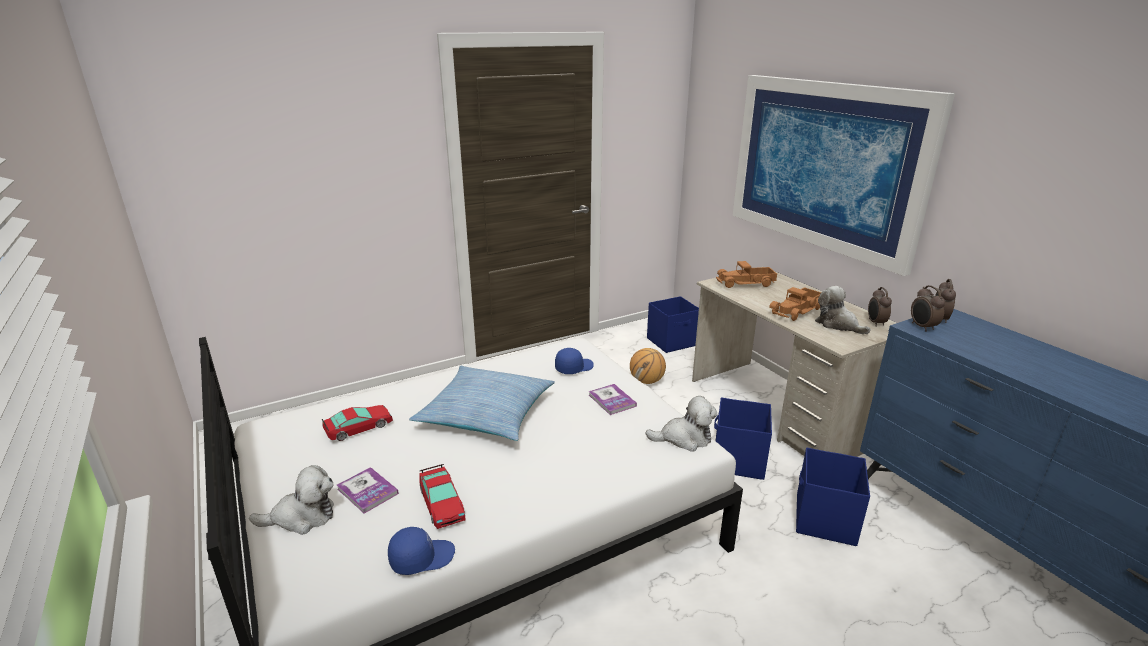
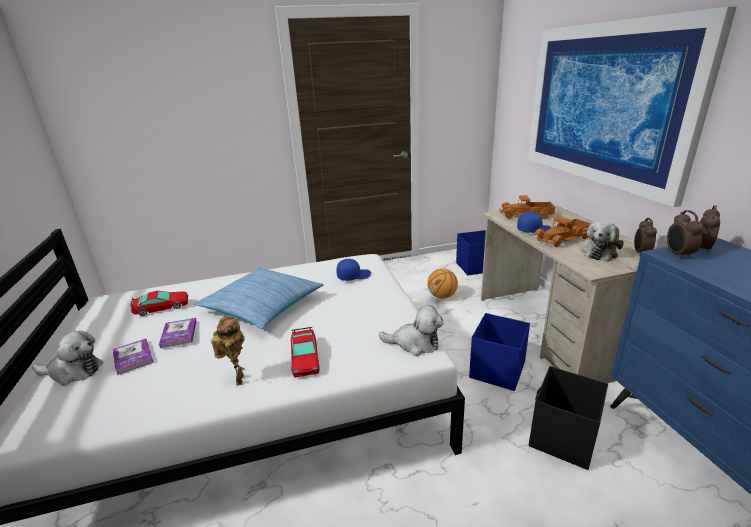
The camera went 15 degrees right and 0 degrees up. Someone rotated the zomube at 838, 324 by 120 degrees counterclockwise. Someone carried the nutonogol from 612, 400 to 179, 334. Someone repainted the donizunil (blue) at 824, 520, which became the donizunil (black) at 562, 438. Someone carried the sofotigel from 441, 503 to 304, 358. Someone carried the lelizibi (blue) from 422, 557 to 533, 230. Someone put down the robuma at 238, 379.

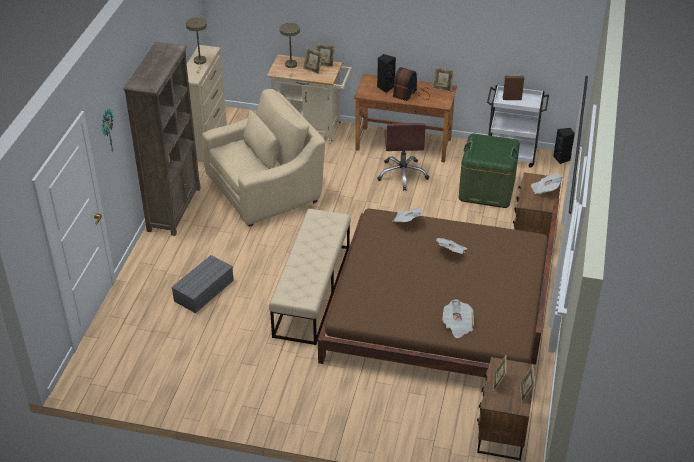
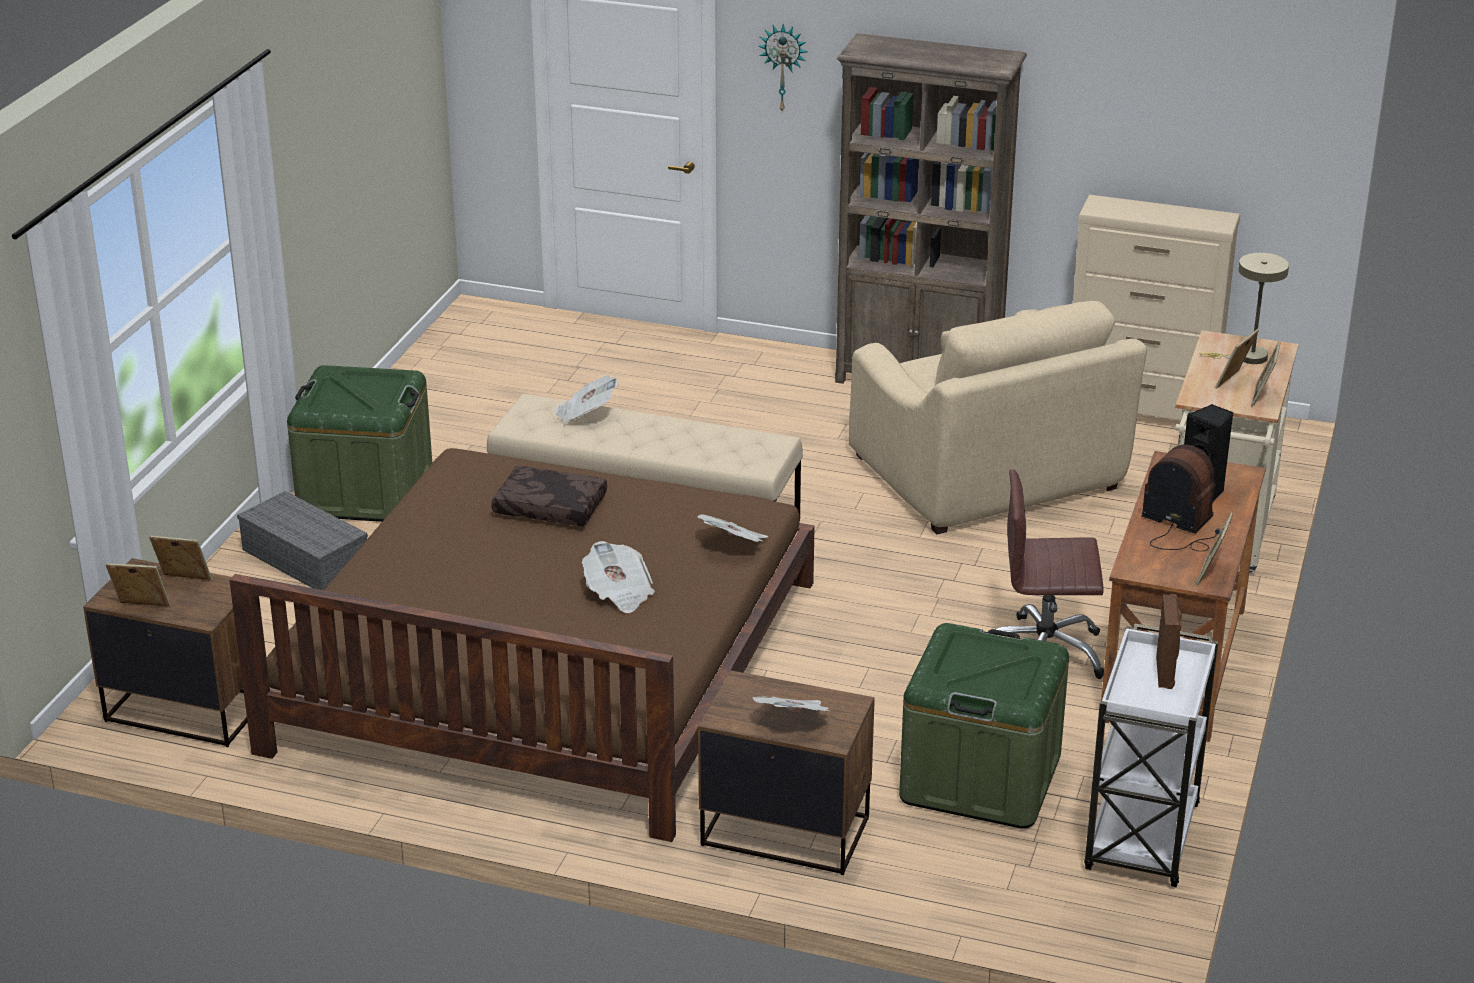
The camera went 95 degrees right and 10 degrees down. Someone took away the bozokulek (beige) at 200, 62. Someone took away the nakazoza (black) at 562, 159. Someone carried the donizunil (grey) from 204, 290 to 308, 559. Someone carried the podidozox from 457, 325 to 585, 414. Someone put down the donizunil (green) at 365, 492. Someone put down the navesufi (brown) at 548, 508.

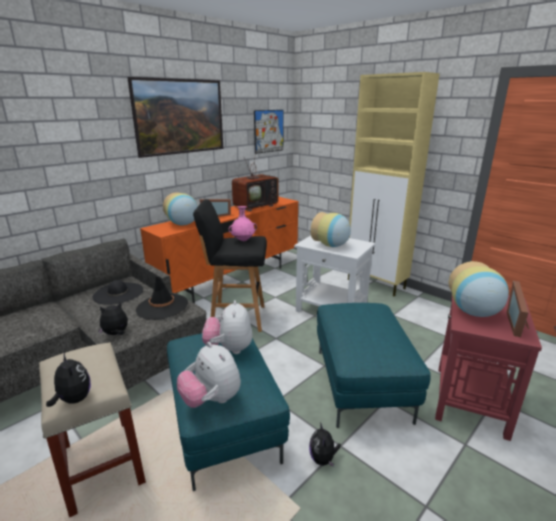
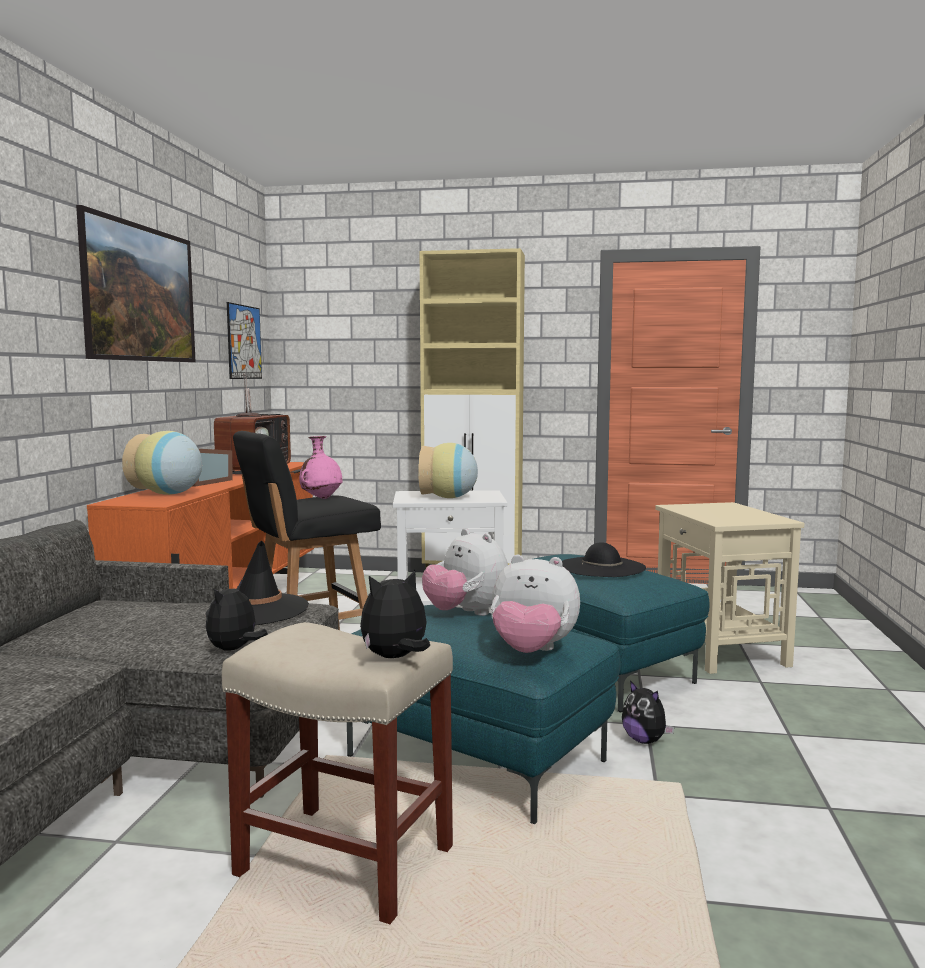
The camera went 35 degrees left and 15 degrees down. Someone took away the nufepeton at 473, 312. Someone carried the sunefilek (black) from 118, 293 to 602, 567. Someone took away the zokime at 518, 323. Someone repainted the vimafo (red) at 469, 399, which became the vimafo (beige) at 719, 650. Someone rotated the zomube at 73, 399 by 45 degrees counterclockwise.

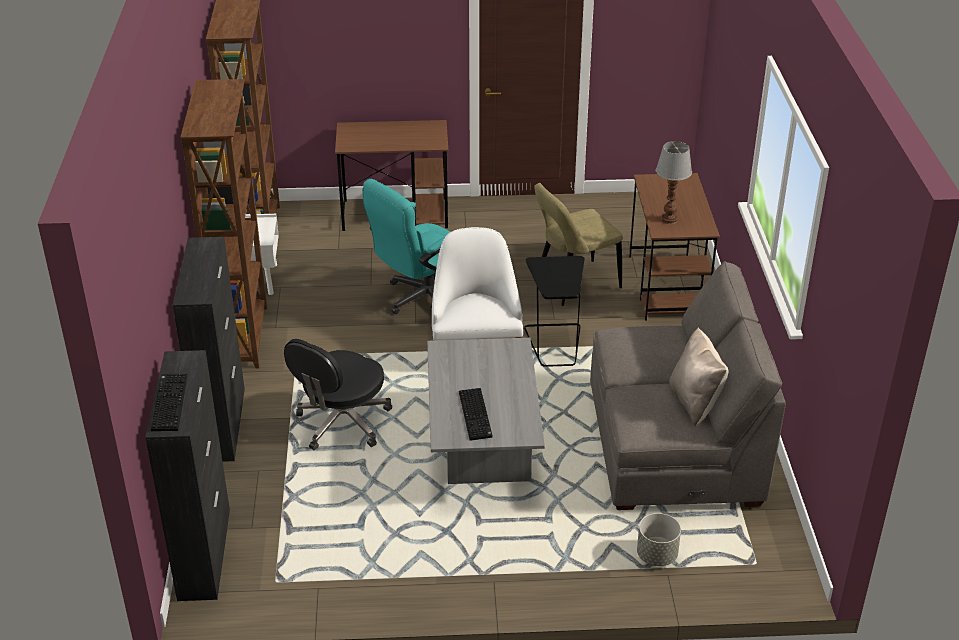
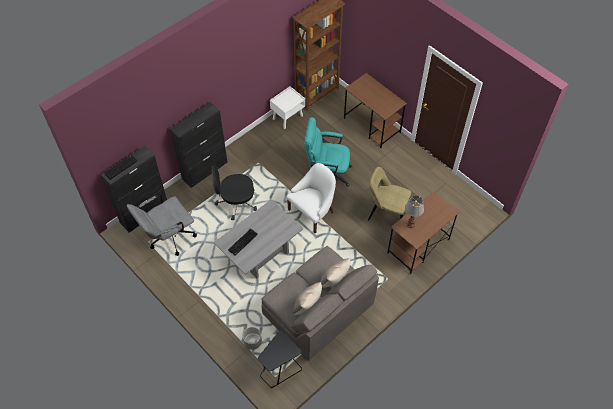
The camera went 50 degrees right and 20 degrees up. Someone took away the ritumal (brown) at 243, 337. Someone carried the vimafo (black) from 554, 344 to 280, 369. Someone put down the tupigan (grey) at 168, 238. Someone put down the navesufi (beige) at 334, 280.

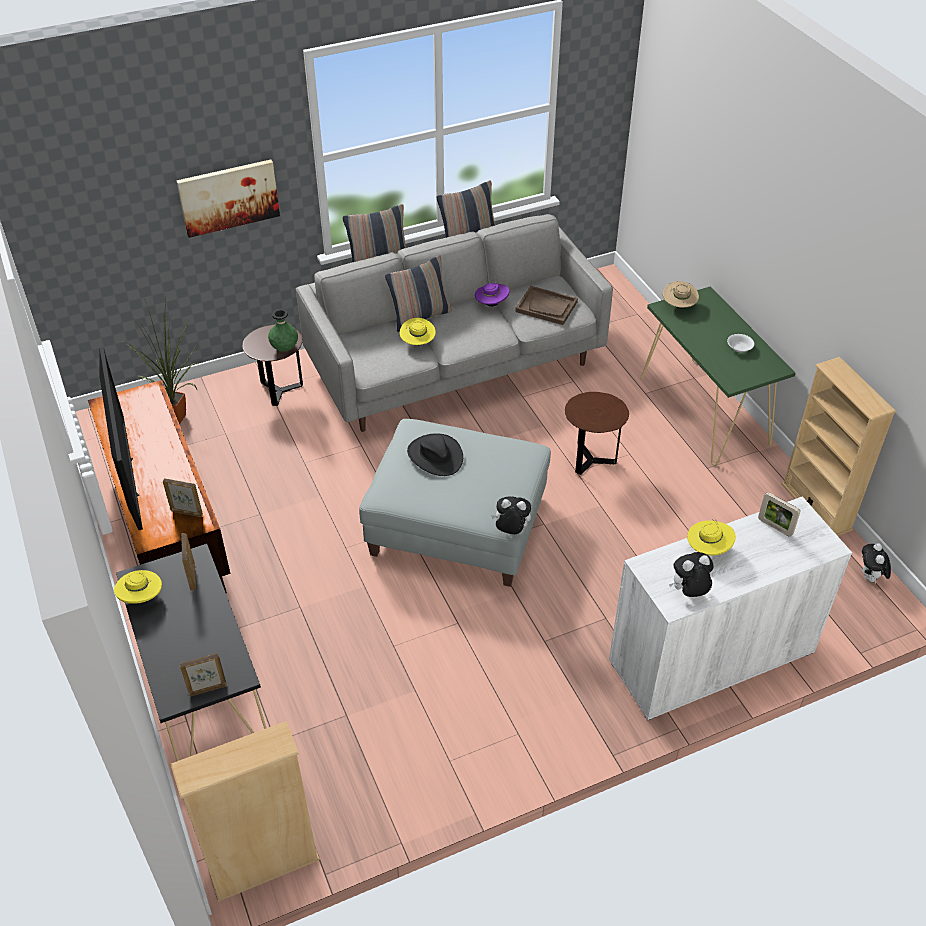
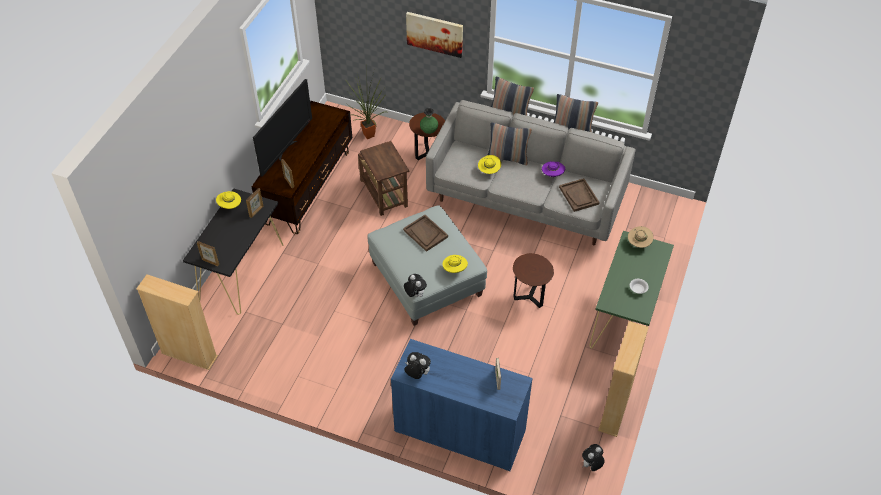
The camera went 45 degrees right and 5 degrees up. Someone swapped the sunefilek (black) at 435, 456 for the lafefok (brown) at 425, 233. Someone repainted the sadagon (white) at 711, 657, which became the sadagon (blue) at 460, 431. Someone carried the sunefilek (yellow) from 708, 548 to 455, 269. Someone put down the vimafo (brown) at 384, 194.

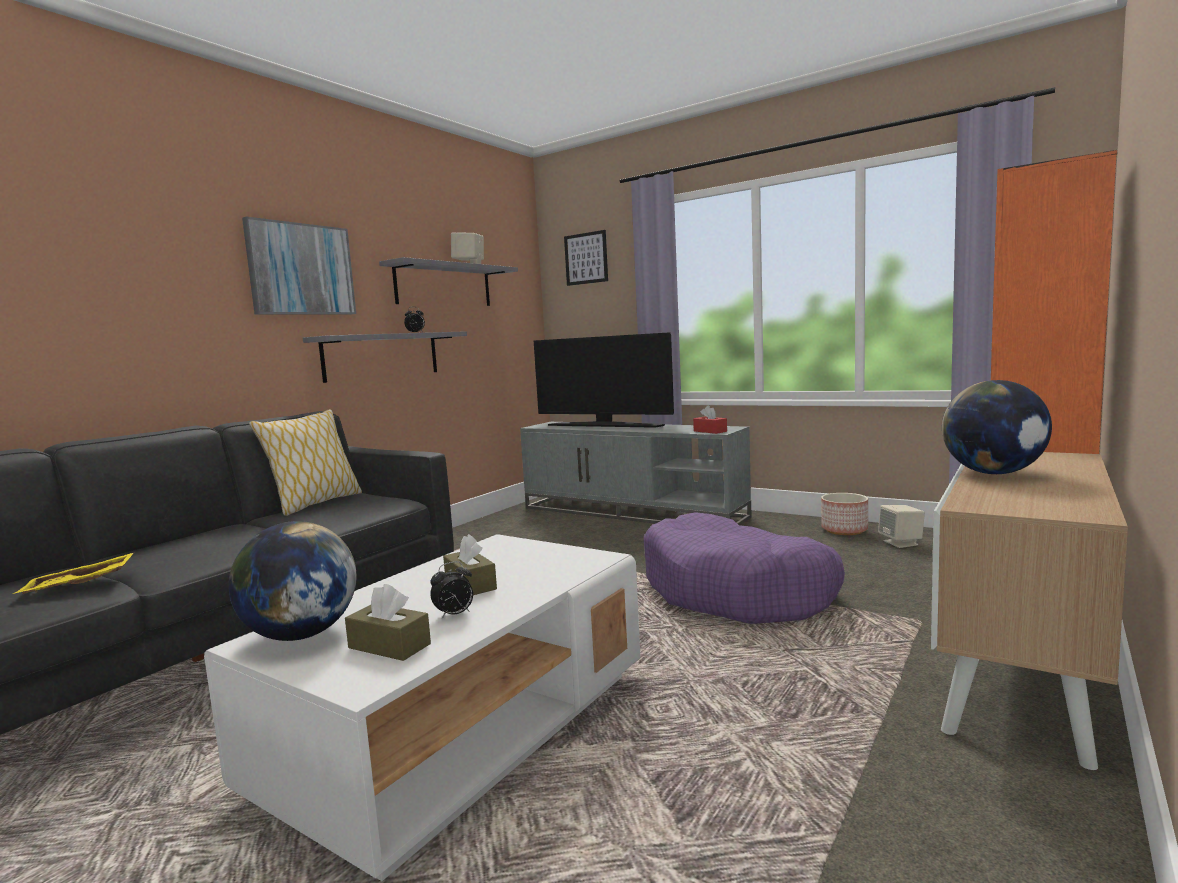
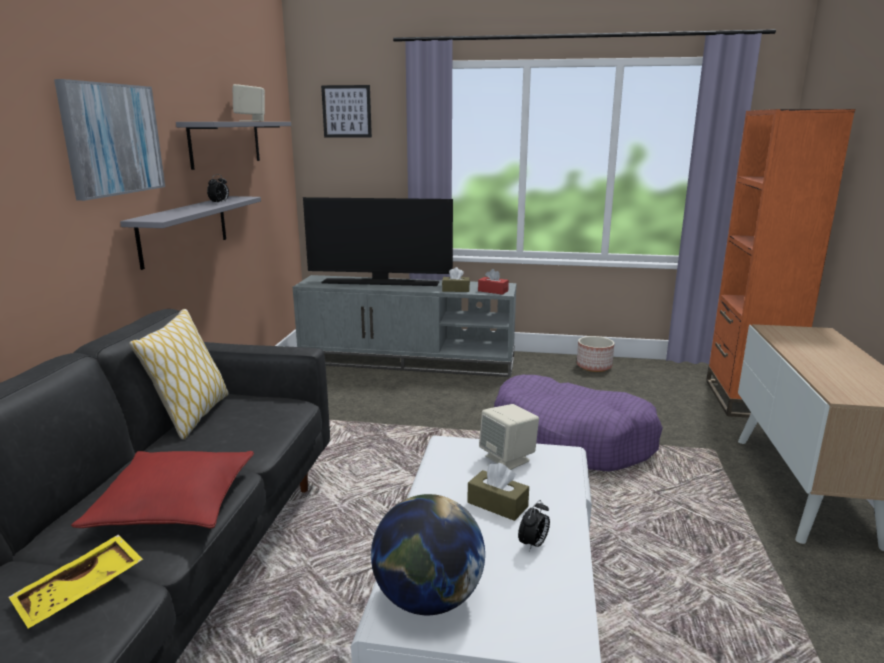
The camera went 25 degrees left and 10 degrees up. Someone took away the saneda at 993, 473. Someone carried the nakazoza (beige) from 901, 543 to 508, 458. Someone carried the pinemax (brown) from 389, 646 to 456, 290. Someone put down the navesufi (red) at 174, 504.

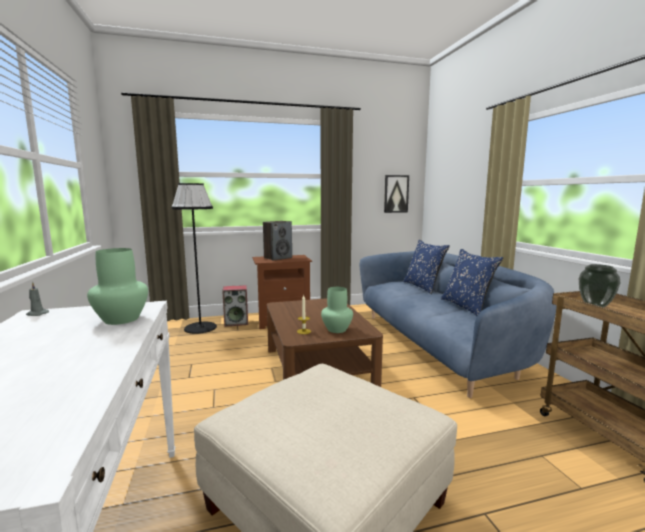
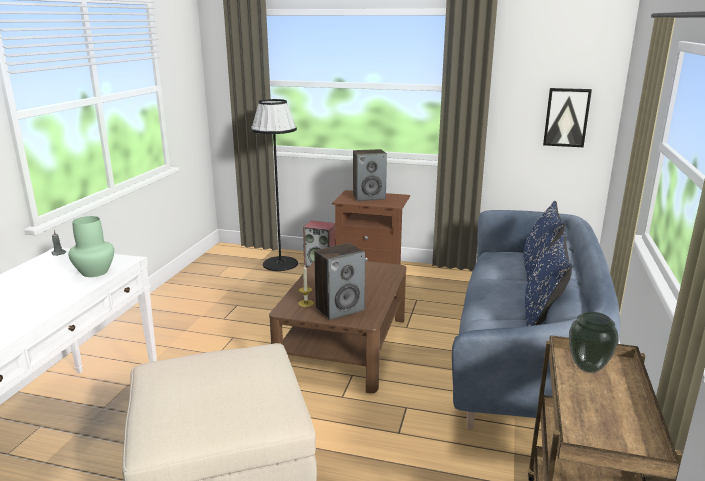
The camera went 30 degrees right and 10 degrees up. Someone swapped the nufepeton (green) at 336, 329 for the nakazoza at 340, 309.

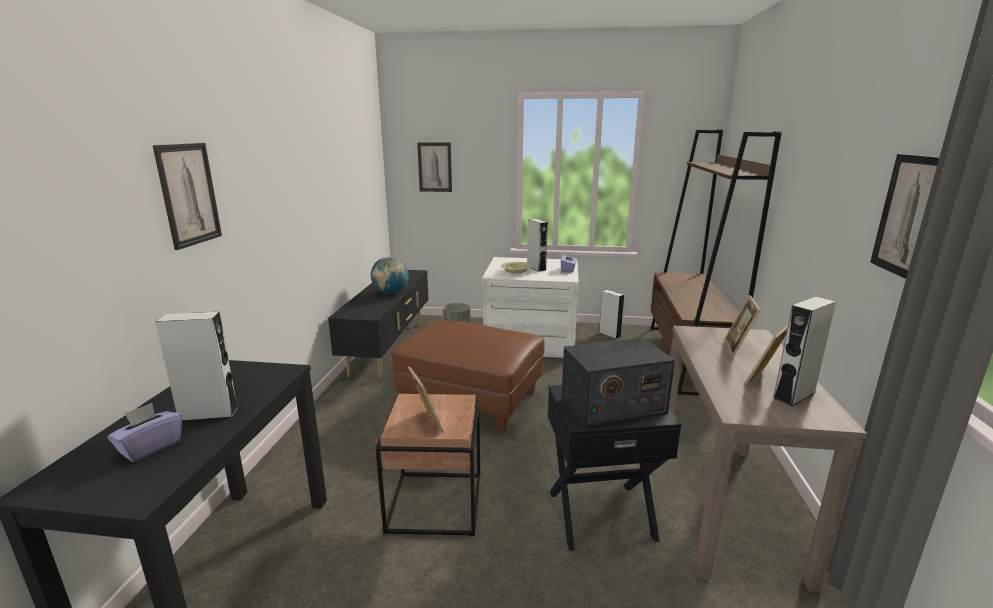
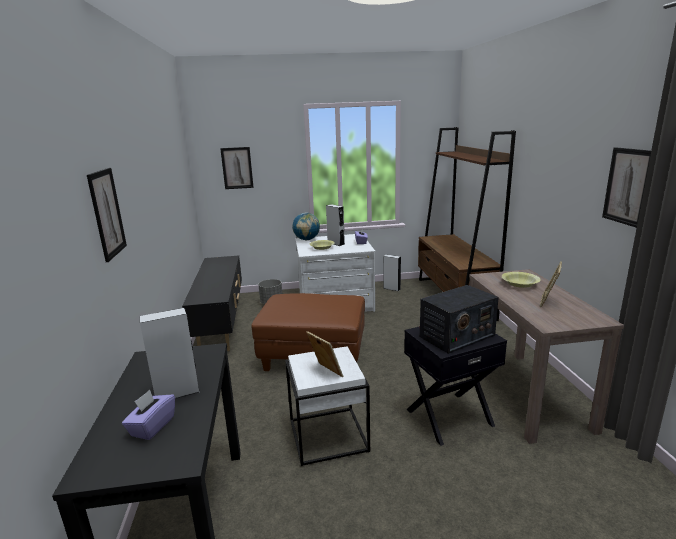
The camera went 15 degrees left and 0 degrees up. Someone carried the saneda from 391, 293 to 307, 239. Someone swapped the zokime at 737, 348 for the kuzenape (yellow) at 520, 284. Someone took away the nakazoza (grey) at 794, 395. Someone repainted the vimafo (brown) at 434, 502, which became the vimafo (white) at 327, 435.

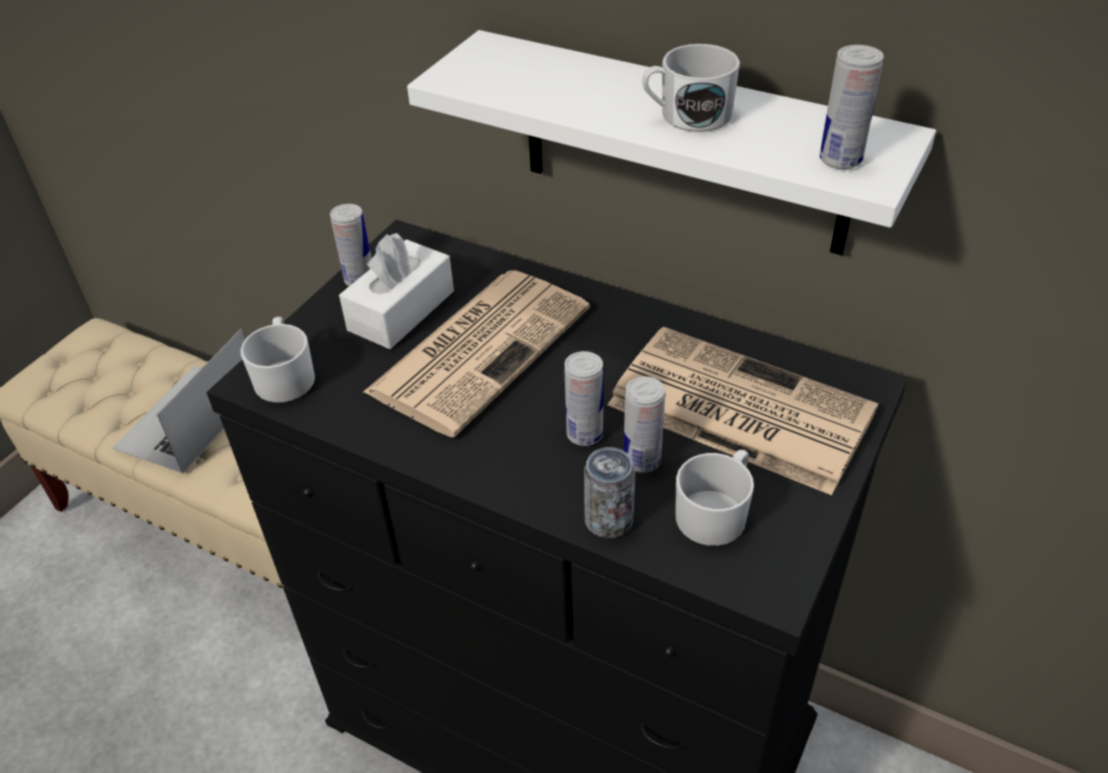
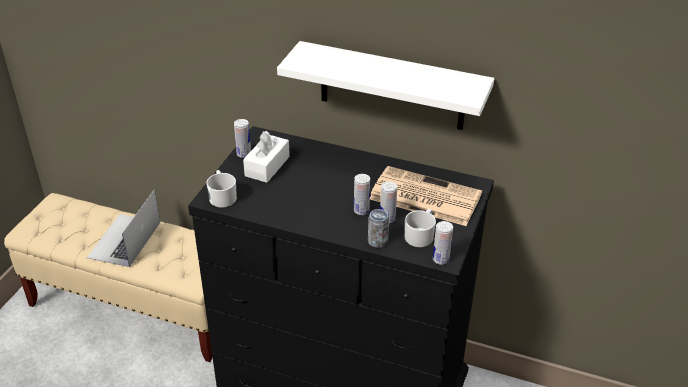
The camera went 10 degrees left and 5 degrees down. Someone took away the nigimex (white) at 687, 115. Someone carried the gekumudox from 840, 160 to 440, 259. Someone took away the podidozox at 481, 348.

